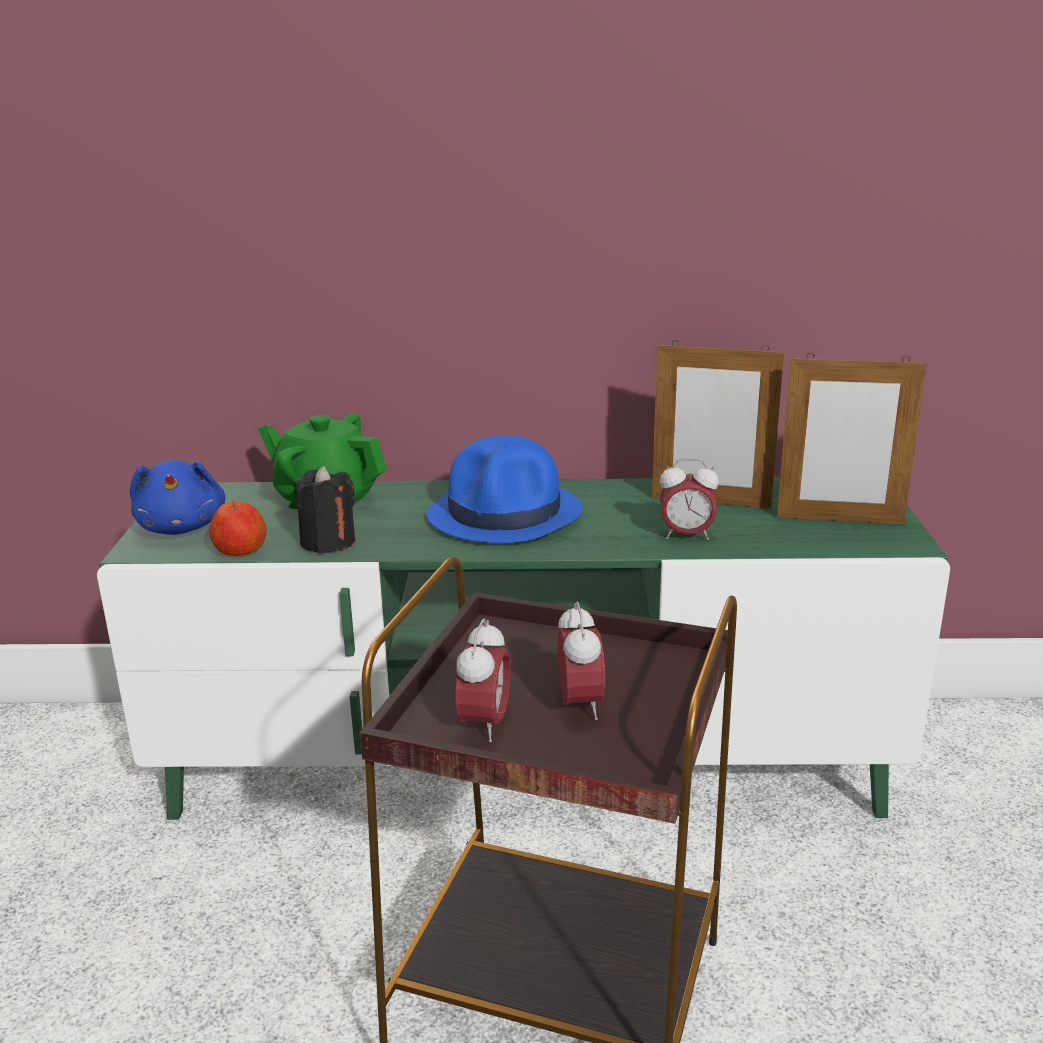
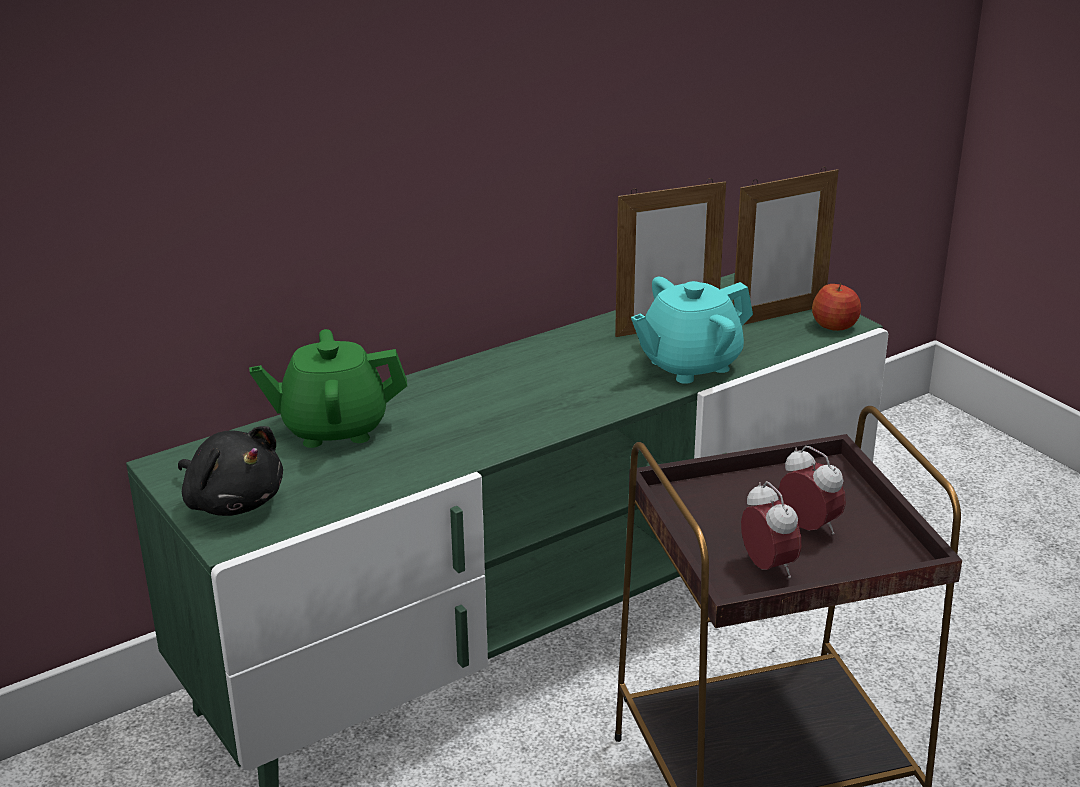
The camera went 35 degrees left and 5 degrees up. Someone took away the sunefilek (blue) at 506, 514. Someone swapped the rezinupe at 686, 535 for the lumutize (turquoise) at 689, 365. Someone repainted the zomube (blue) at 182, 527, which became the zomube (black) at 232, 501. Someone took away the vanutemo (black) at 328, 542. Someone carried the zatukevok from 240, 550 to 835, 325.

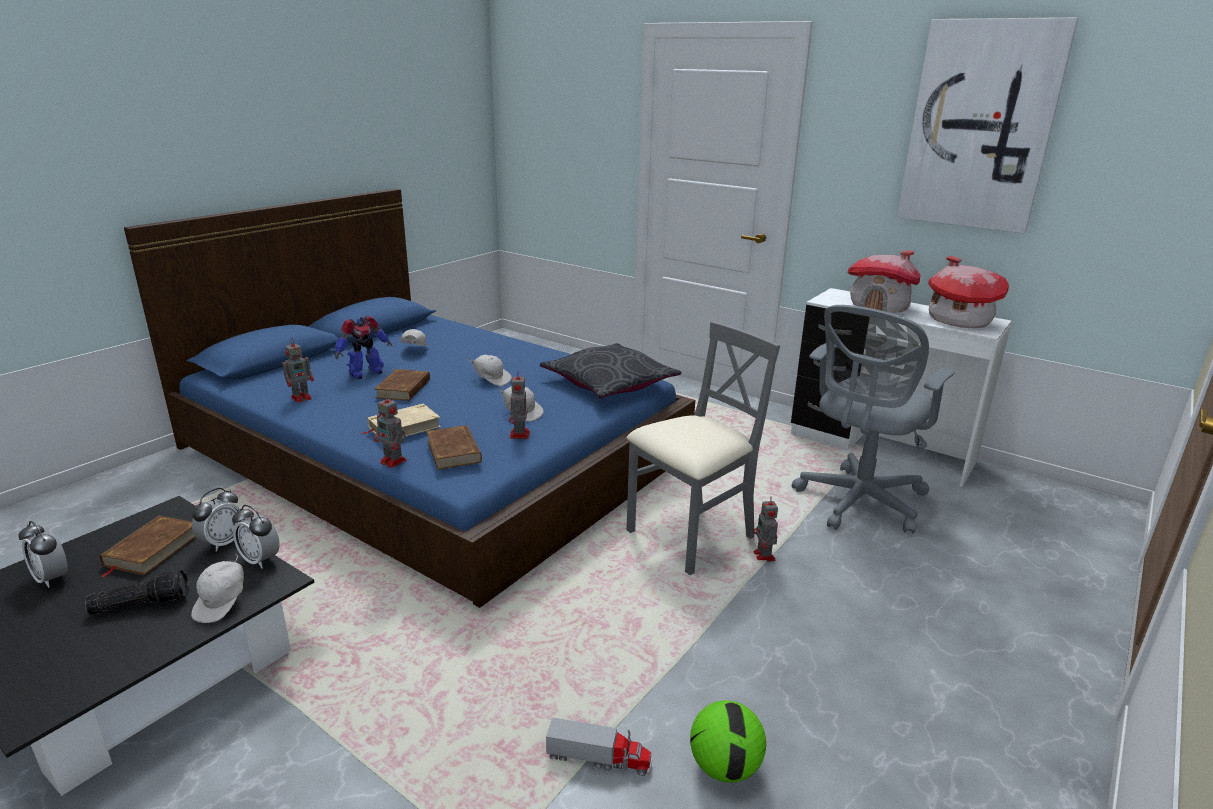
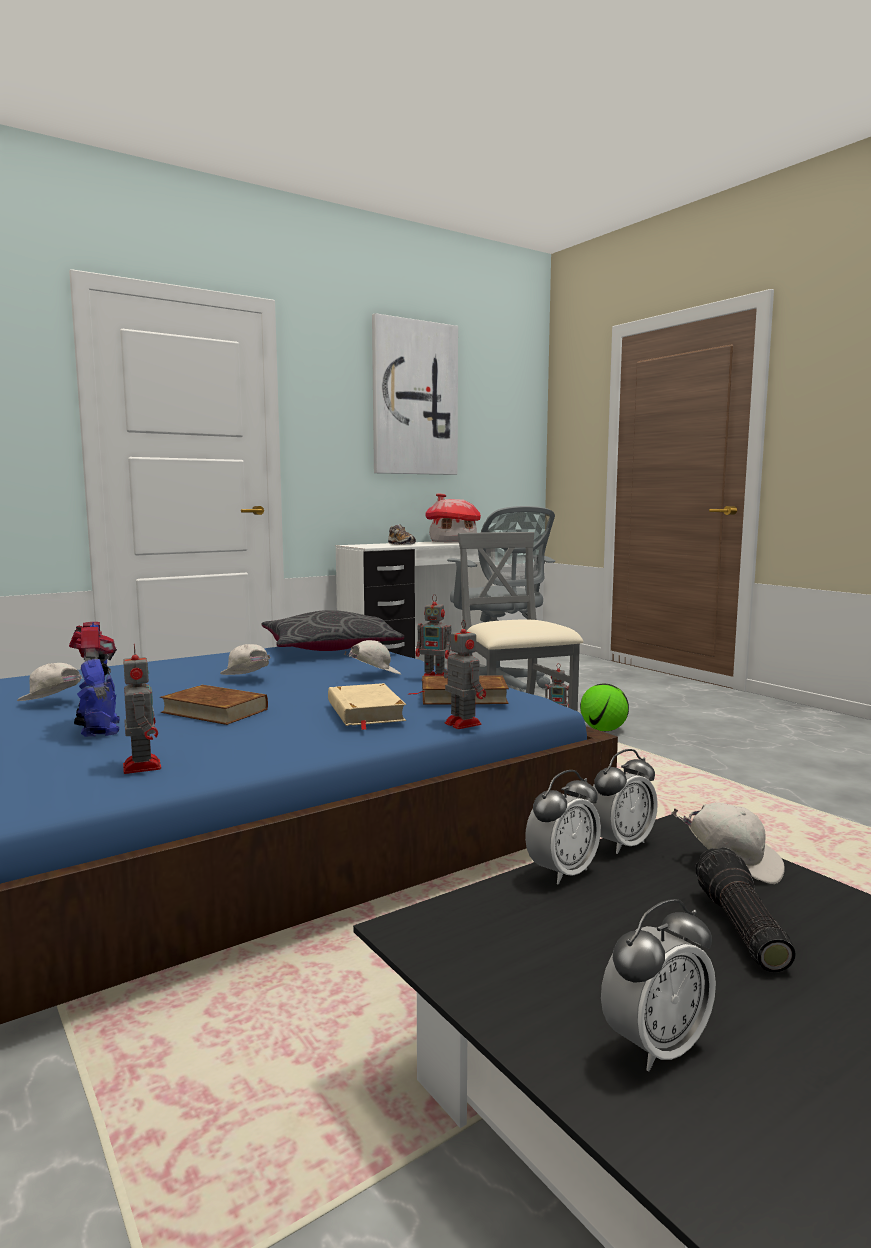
The camera went 70 degrees left and 15 degrees down. Someone swapped the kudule at 879, 306 for the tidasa at 401, 544. Someone rotated the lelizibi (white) at 491, 379 by 90 degrees counterclockwise. Someone rotated the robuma at 394, 462 by 90 degrees counterclockwise. Someone rotated the rezinupe at 223, 543 by 90 degrees clockwise. Someone took away the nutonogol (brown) at 152, 549. Someone carried the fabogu from 724, 767 to 603, 730. Someone took away the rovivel at 599, 758.

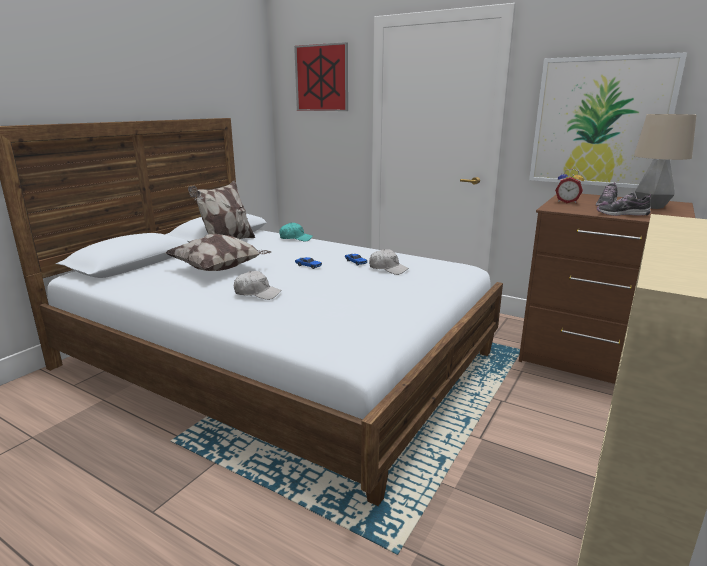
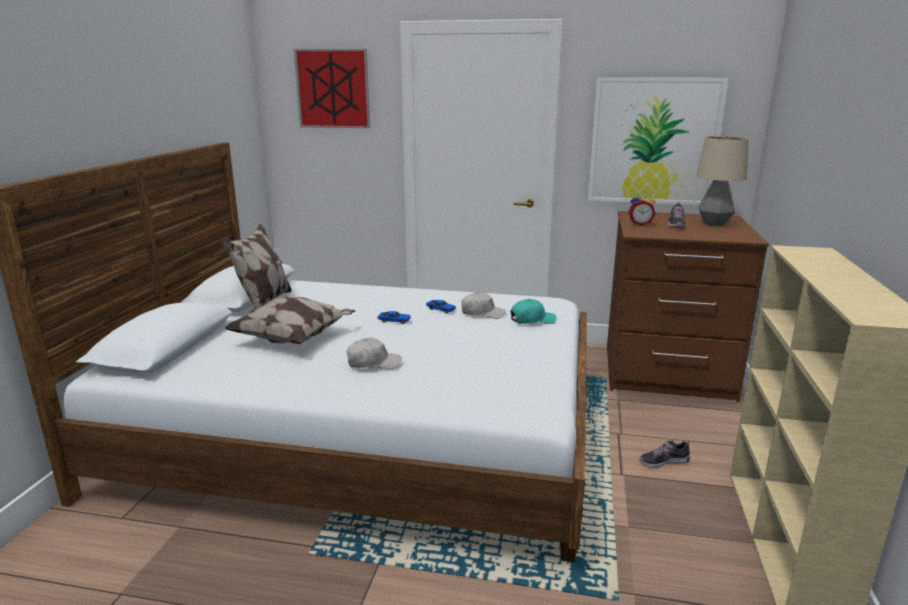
The camera went 20 degrees left and 0 degrees up. Someone carried the tidasa from 622, 214 to 663, 461. Someone carried the lelizibi (turquoise) from 295, 238 to 532, 320.

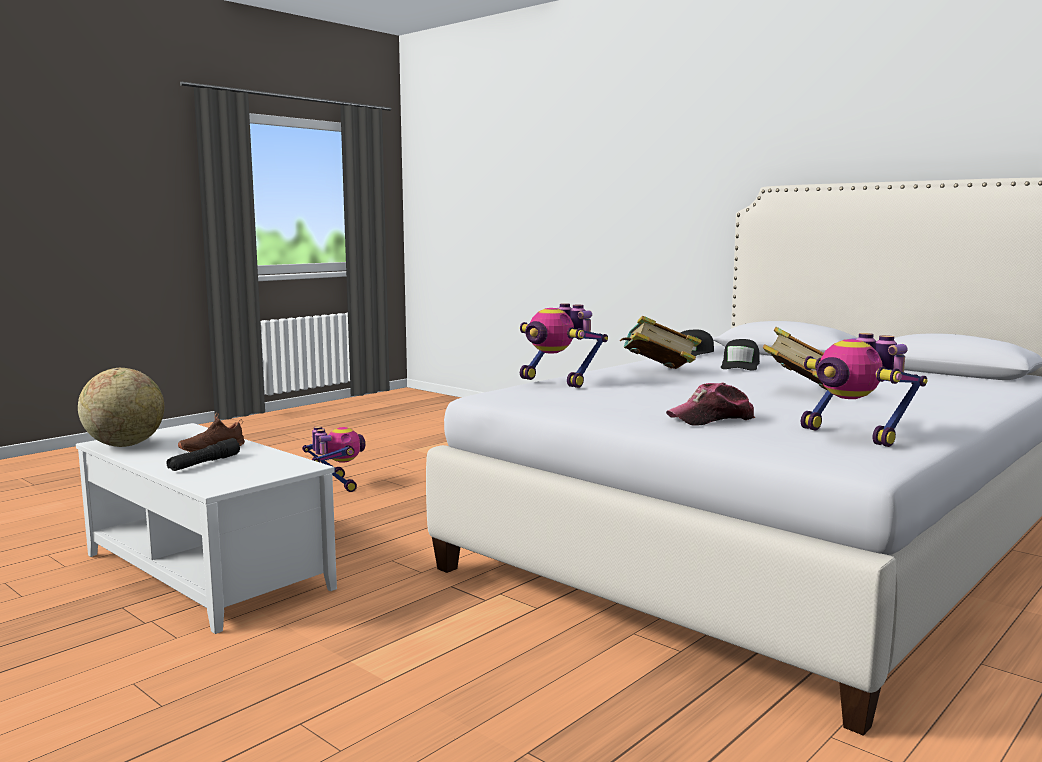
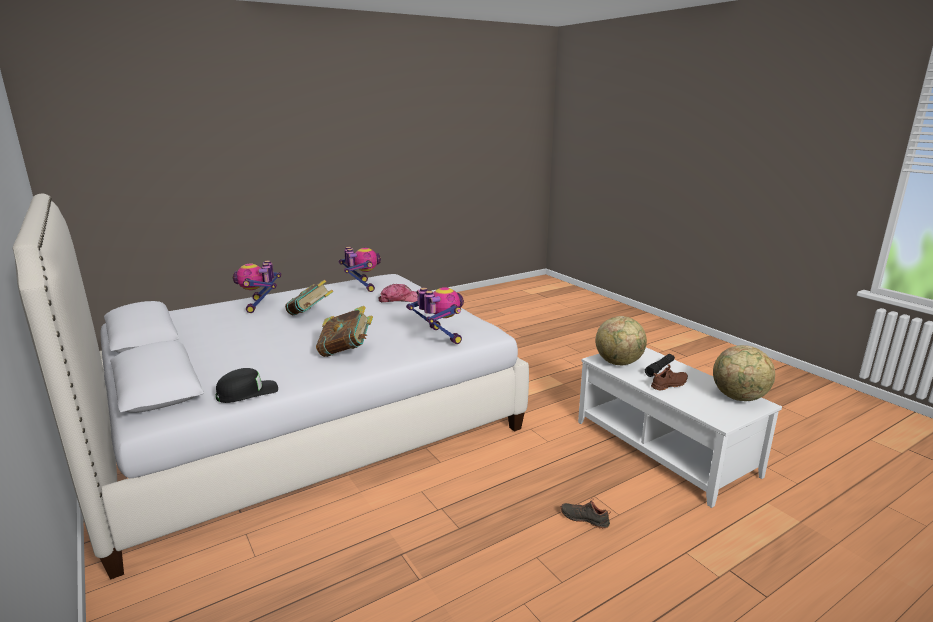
The camera went 165 degrees left and 10 degrees up. Someone took away the lelizibi (black) at 740, 365. Someone carried the robuma from 336, 485 to 260, 305. Someone put down the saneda at 618, 363. Someone put down the tidasa (black) at 584, 518.

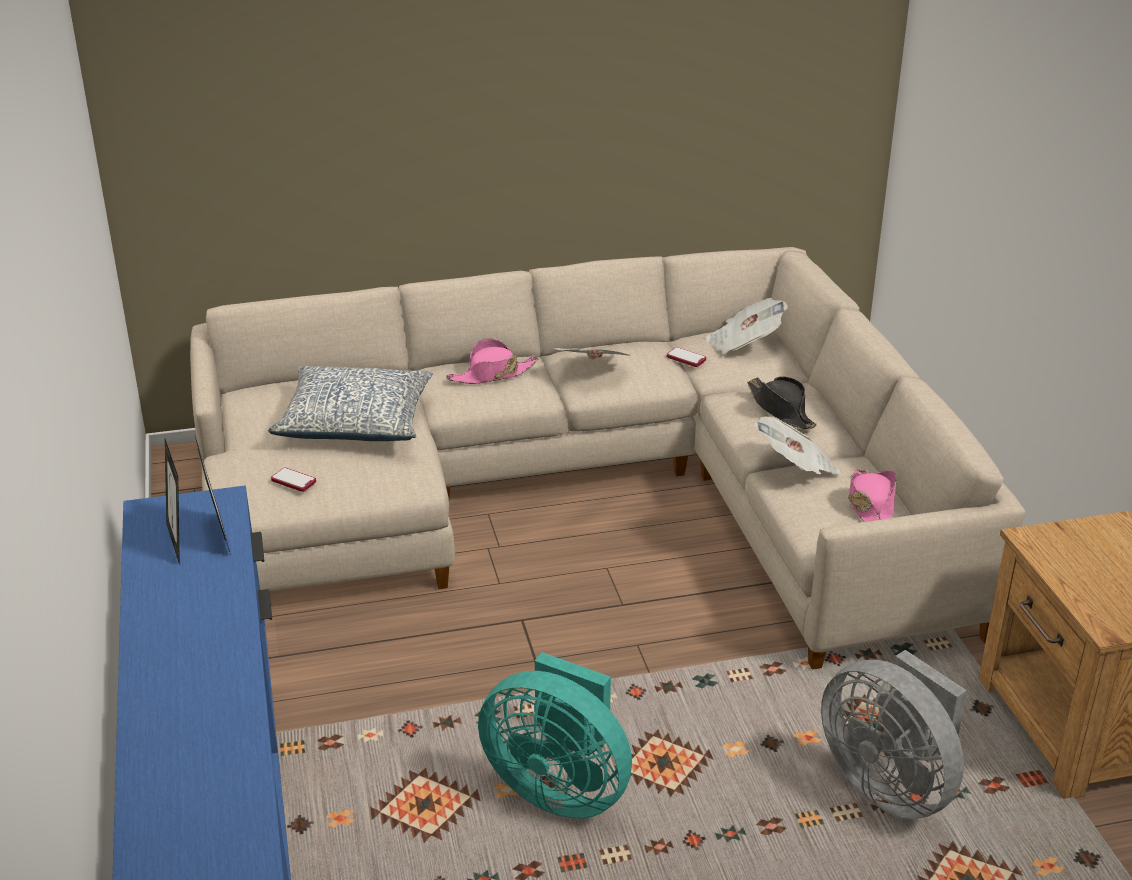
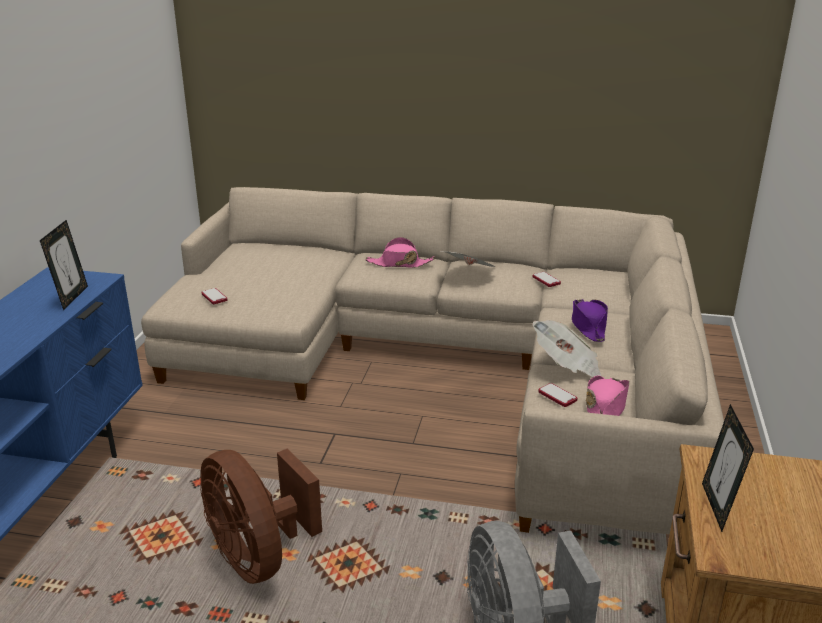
The camera went 25 degrees right and 5 degrees down. Someone took away the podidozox at 744, 344. Someone took away the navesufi at 356, 421. Someone repainted the sunefilek (black) at 781, 410, which became the sunefilek (purple) at 588, 325. Someone carried the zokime from 179, 542 to 717, 507. Someone repainted the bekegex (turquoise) at 559, 788, which became the bekegex (brown) at 259, 556. Someone put down the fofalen at 557, 396.

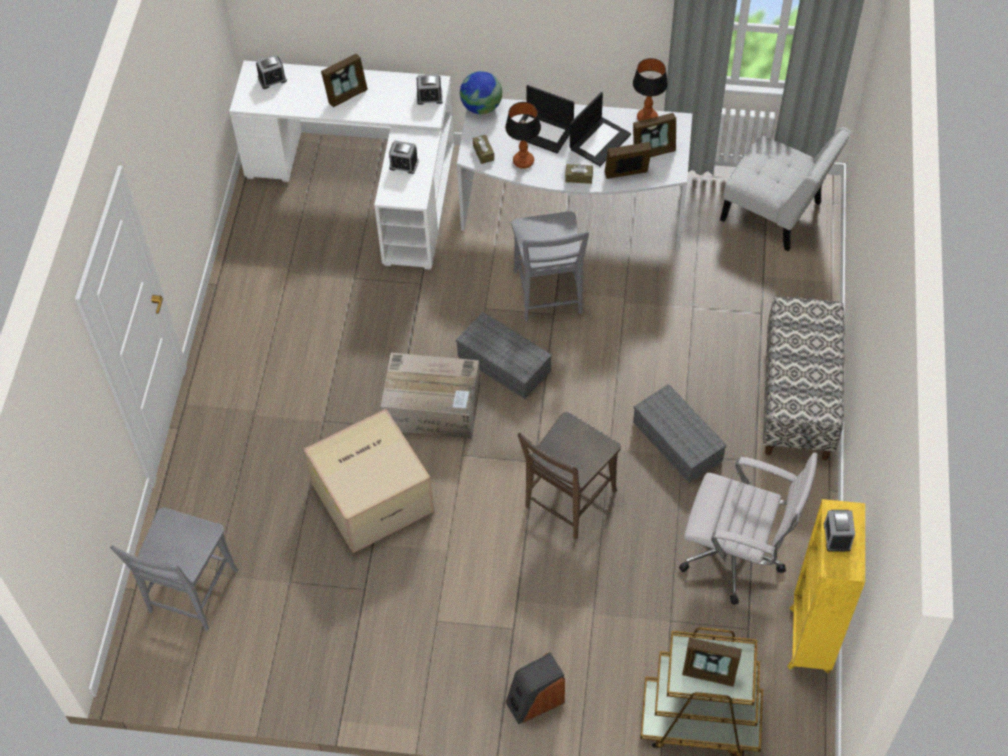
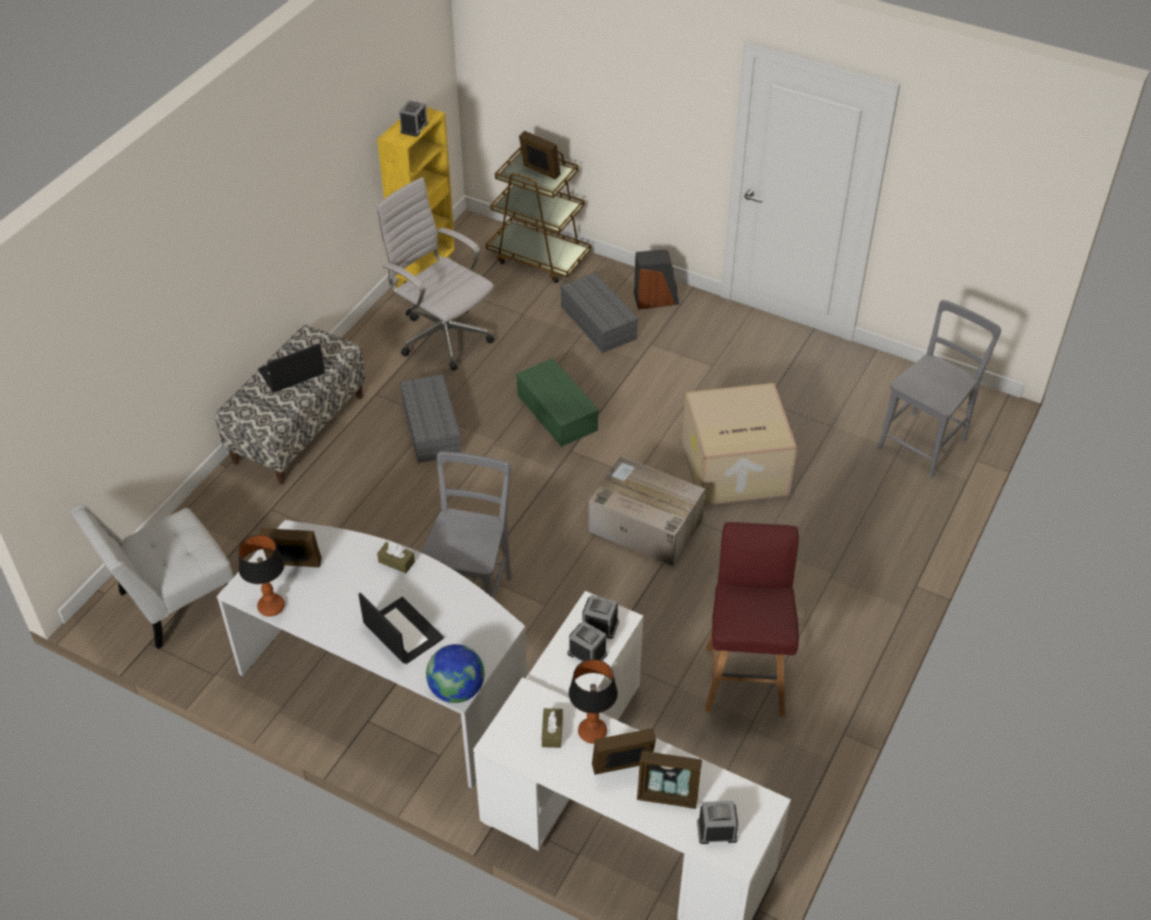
The camera went 160 degrees left and 10 degrees down. Someone carried the rezinupe from 429, 97 to 600, 625. Someone carried the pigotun from 599, 141 to 291, 373. Someone carried the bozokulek from 523, 161 to 592, 732. Someone rotated the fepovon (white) at 776, 214 by 90 degrees counterclockwise. Someone carried the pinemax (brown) from 483, 153 to 552, 732. Someone carried the zokime from 626, 174 to 668, 796. Someone carried the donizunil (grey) from 505, 363 to 597, 322. Someone swapped the fepovon (brown) at 567, 502 for the donizunil (green) at 558, 412. Someone put down the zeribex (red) at 745, 678.

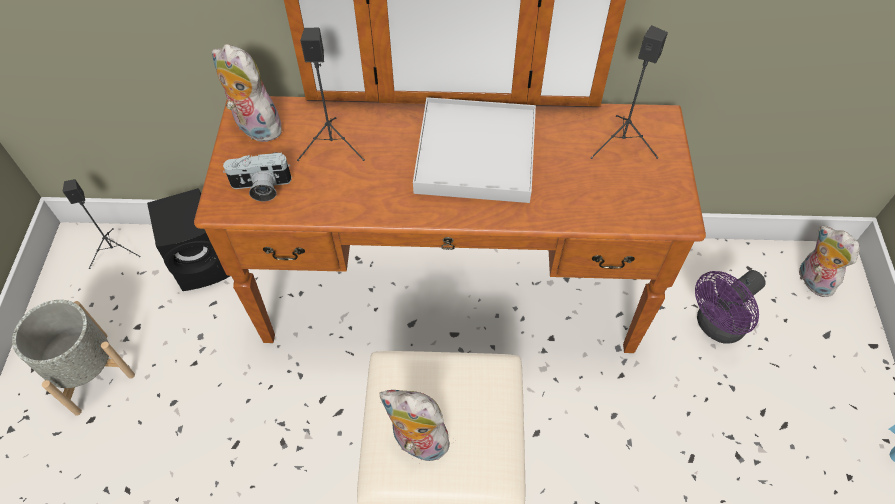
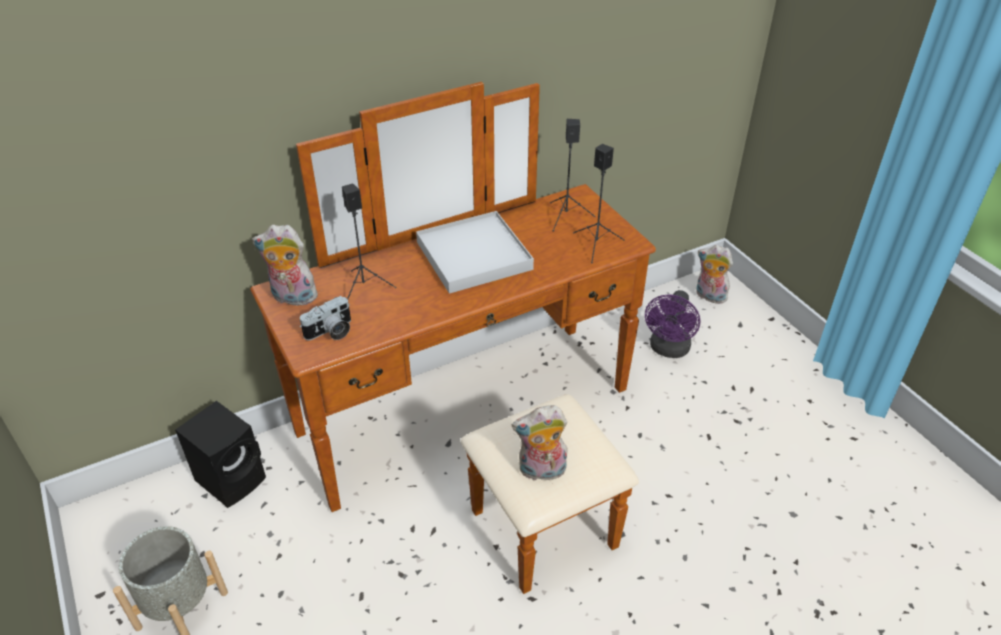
The camera went 30 degrees left and 15 degrees down. Someone carried the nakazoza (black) from 114, 250 to 596, 244.

